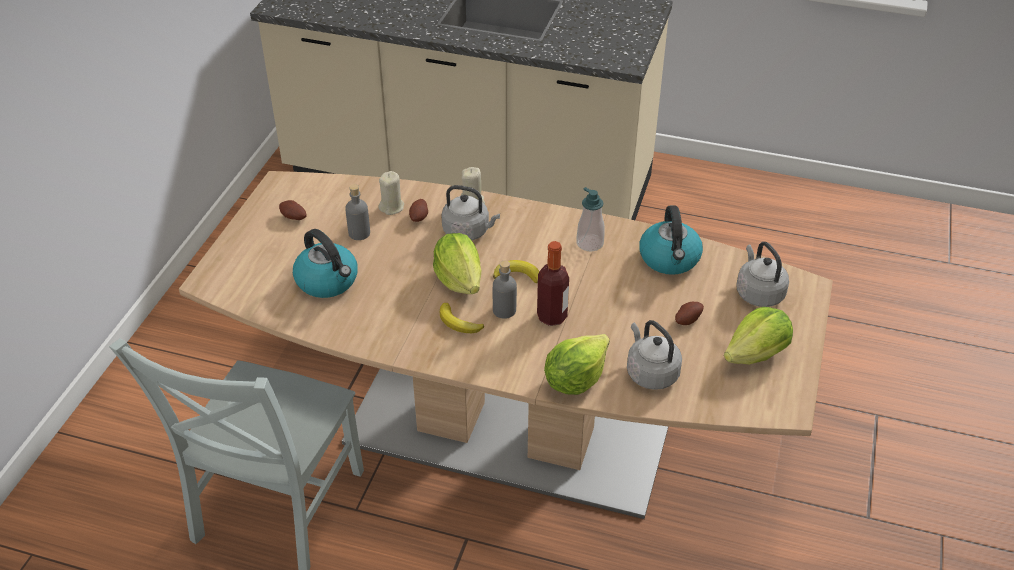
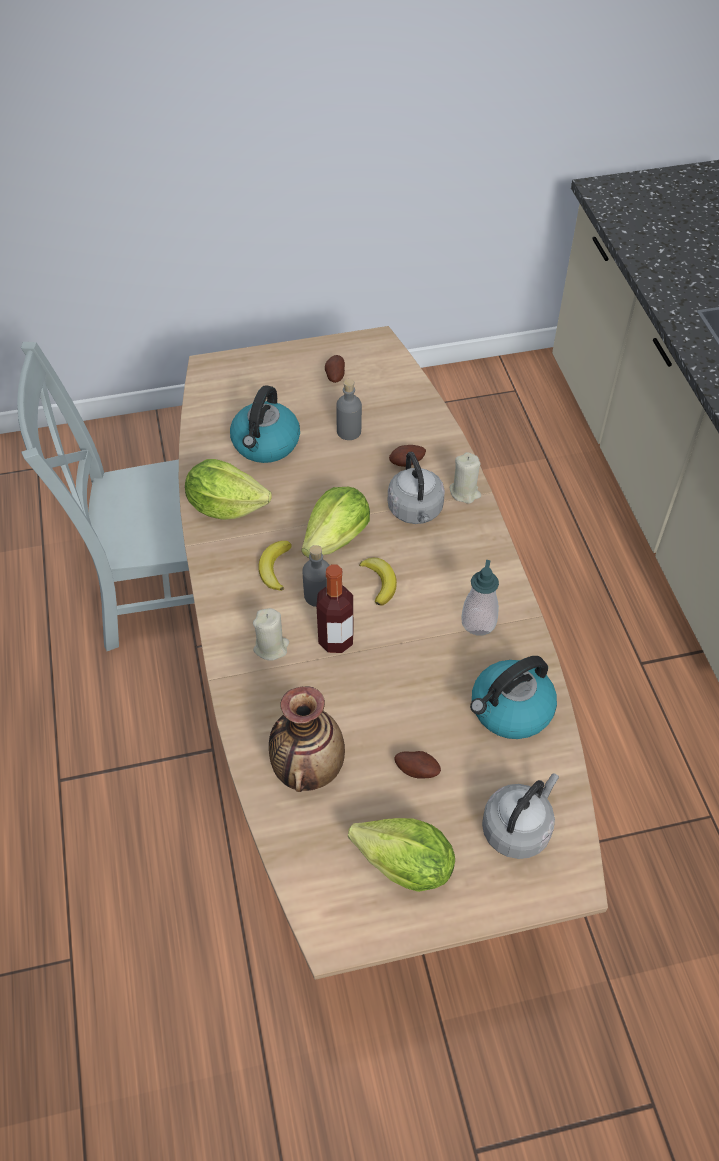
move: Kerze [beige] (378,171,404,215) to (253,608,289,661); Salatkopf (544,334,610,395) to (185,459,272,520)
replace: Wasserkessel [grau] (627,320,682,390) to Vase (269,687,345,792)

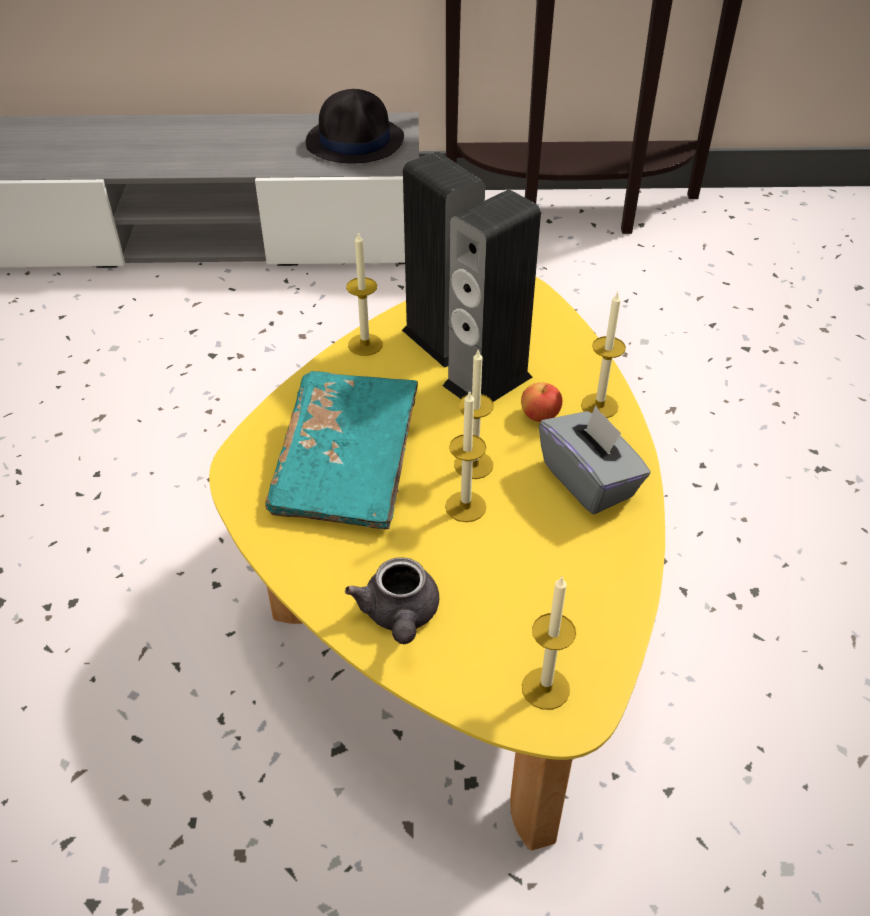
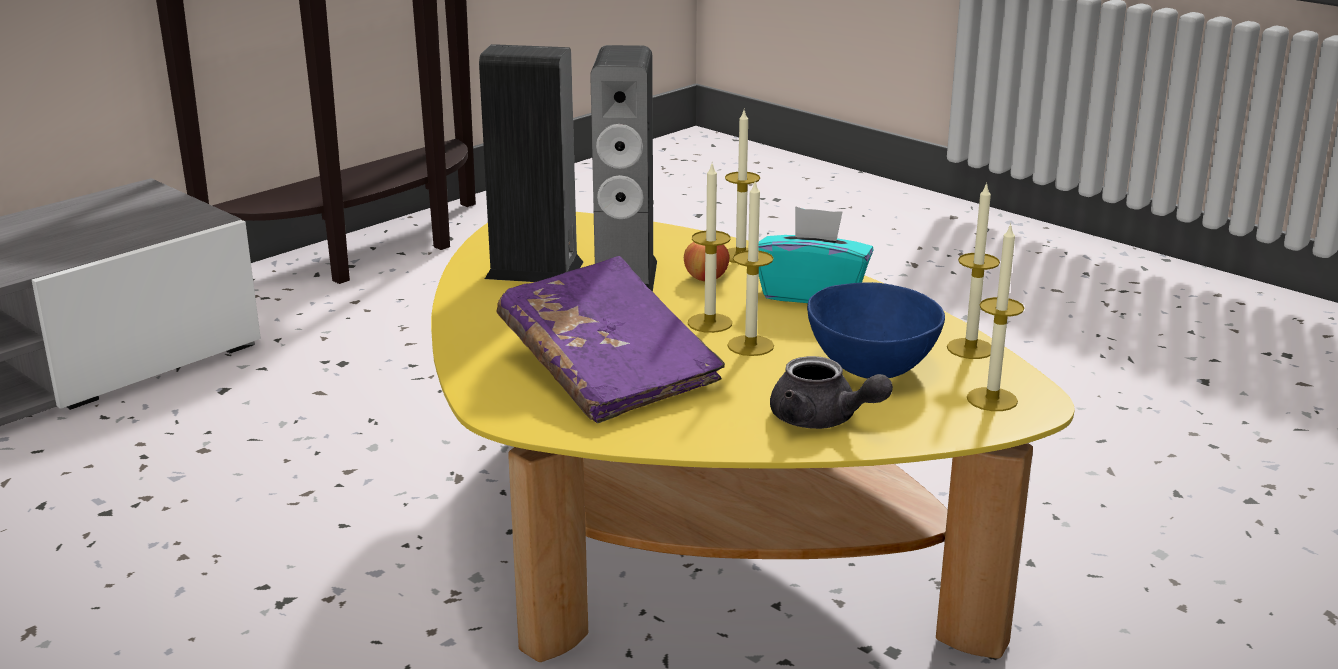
delete: Hut [schwarz] (306,89,404,163)
insert: Schüssel [blau] (807,282,945,378)
move: Kerze (346,232,383,356) to (947,182,1000,359)
recolor: Buch [türkis] (265,371,418,529) to Buch [lila] (496,256,725,424); Taschentuchbox [grau] (539,405,651,514) to Taschentuchbox [türkis] (758,206,874,303)

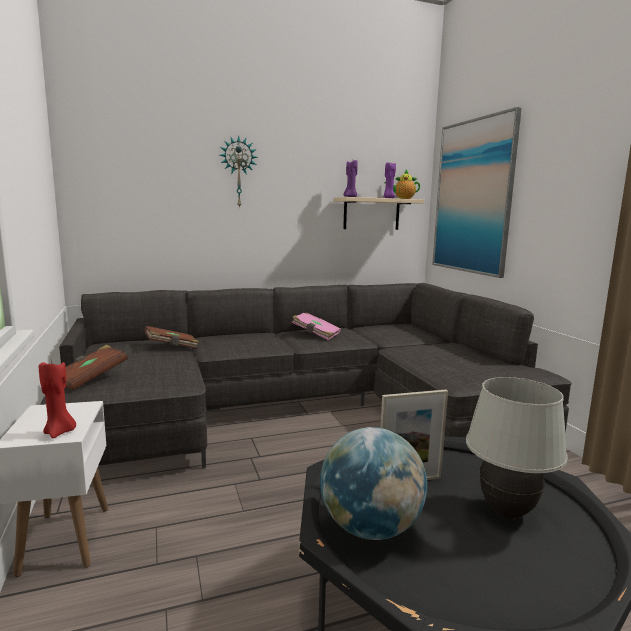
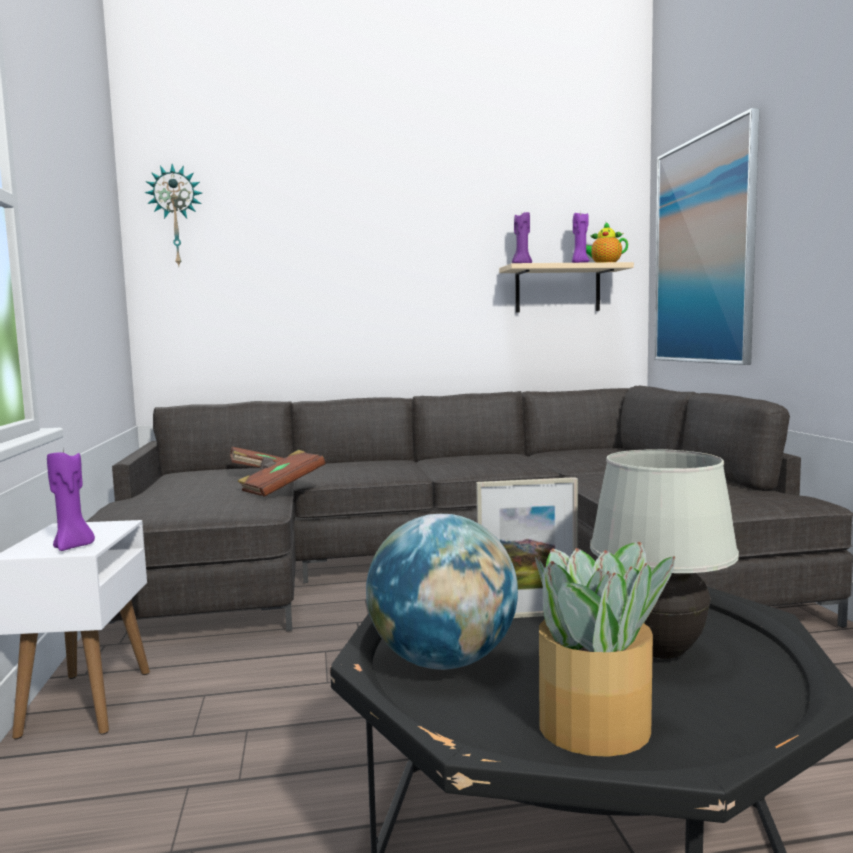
delete: Buch [rosa] (291,312,341,340)
insert: Topfpflanze (535,542,675,757)
move: Buch [braun] (66,345,128,390) to (238,450,326,497); Wanduhr (220,136,258,209) to (144,164,202,266)
recolor: Kerze [rot] (39,359,76,438) to Kerze [lila] (47,450,95,551)

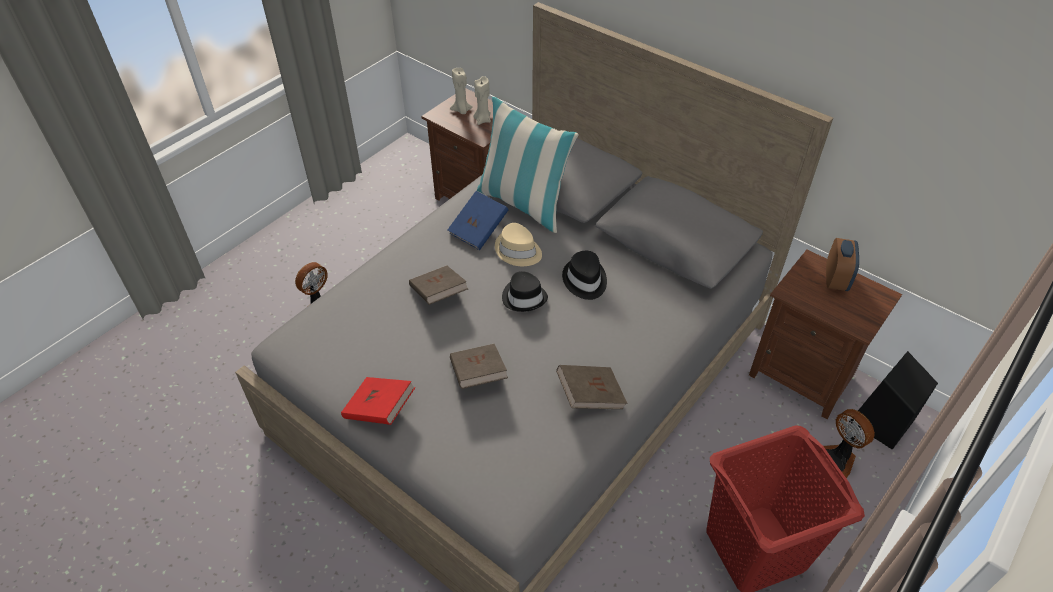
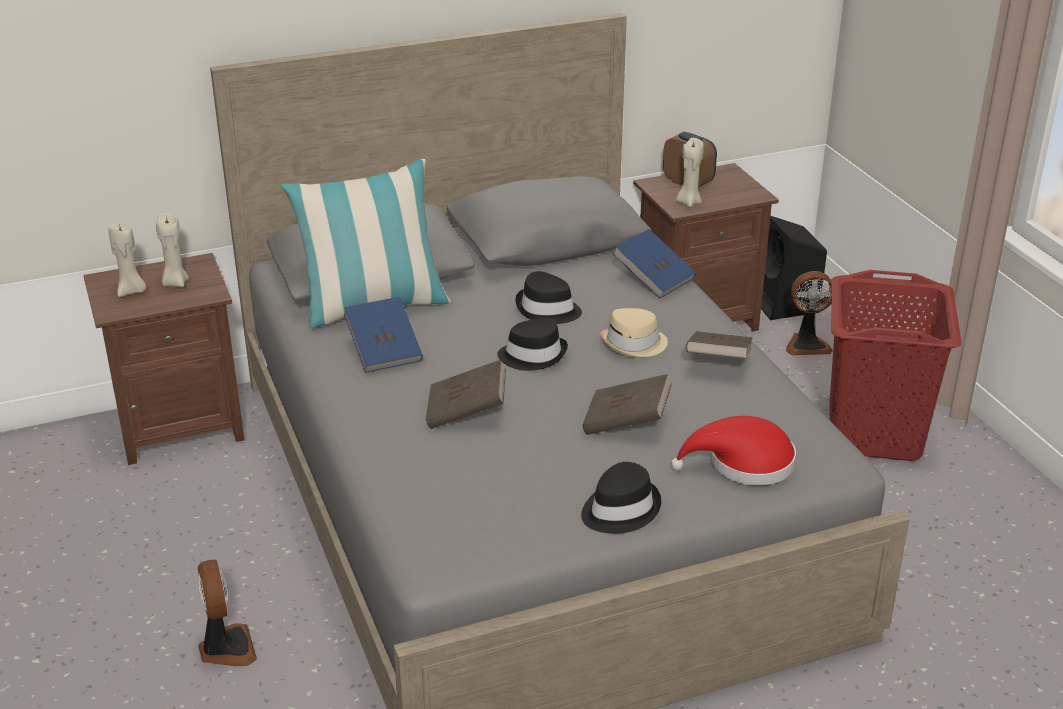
insert: Buch [blau] (612,229,696,299); Hut [rot] (671,416,796,485); Kerze [beige] (676,138,704,207)
move: Hut [beige] (495,223,542,266) to (601,308,668,358)
replace: Buch [rot] (341,377,416,425) to Hut [schwarz] (581,462,661,534)

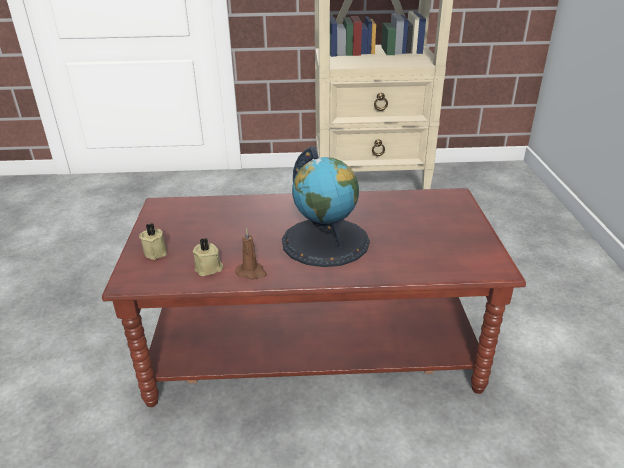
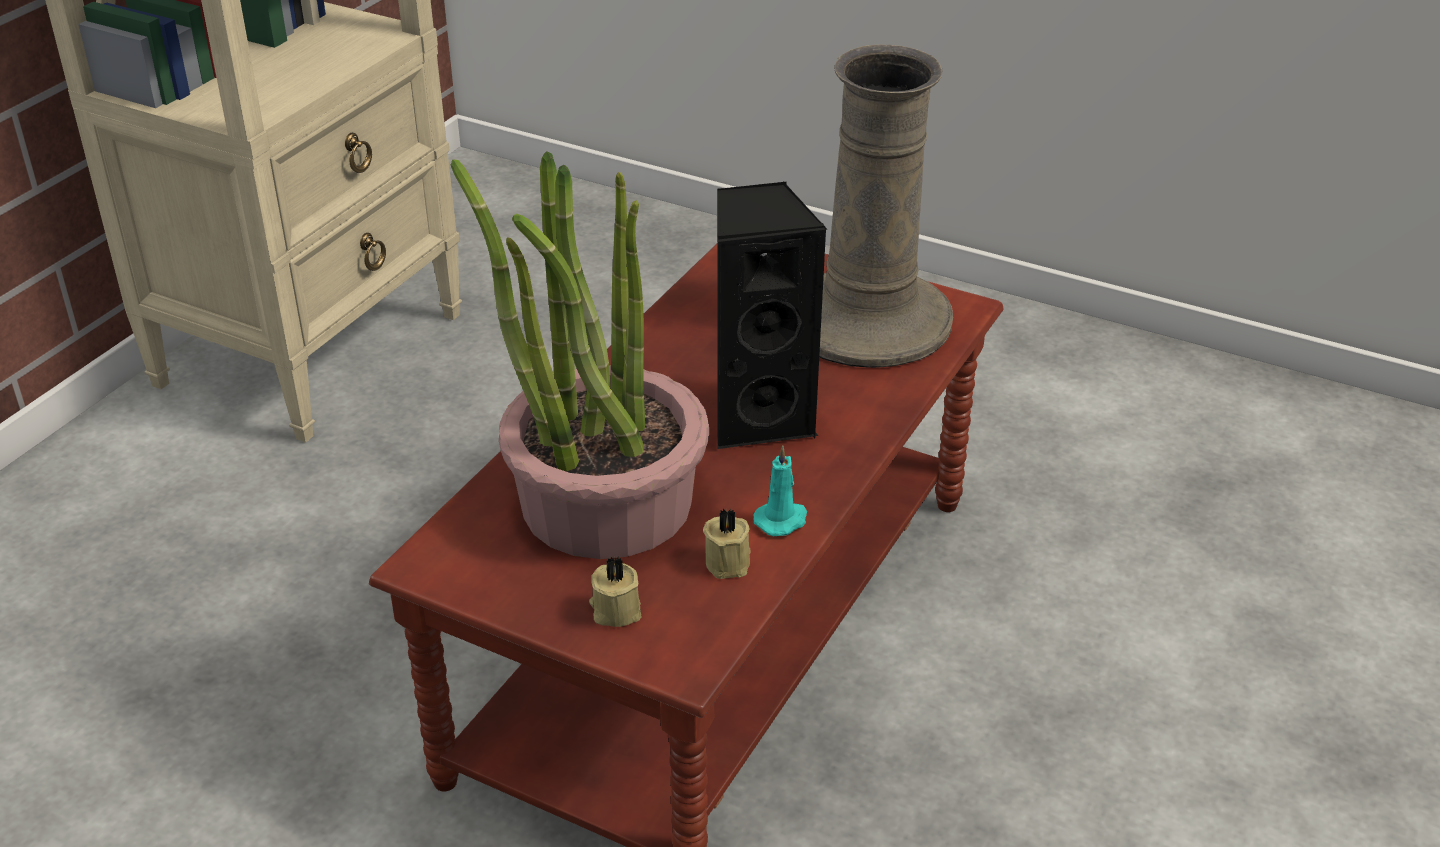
insert: Topfpflanze (450,151,709,559); Vase [beige] (819,44,953,368)
replace: Globus (282,146,370,267) to Lautsprecher [schwarz] (717,182,827,449)
recolor: Kerze [braun] (236,228,267,280) to Kerze [türkis] (753,445,807,536)

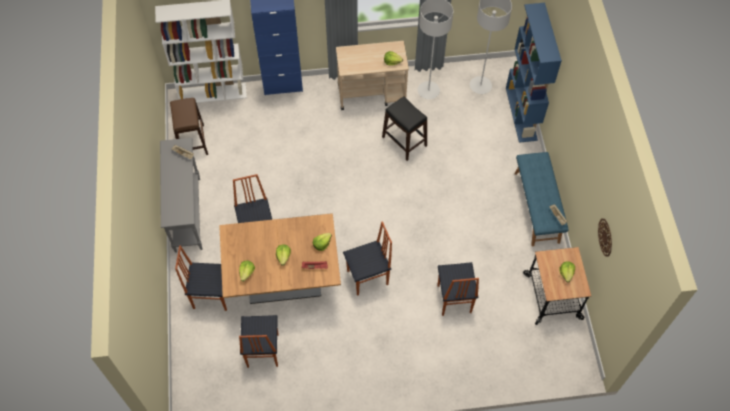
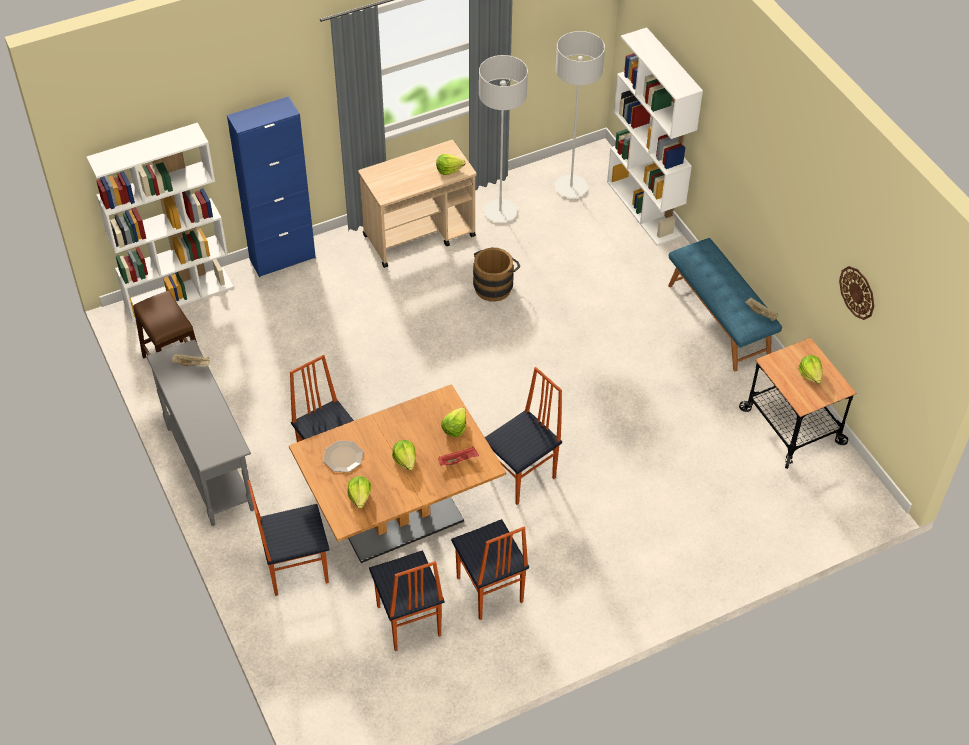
insert: Teller (323,441,363,472)
move: Stuhl (437,262,479,316) to (451,519,529,620)
replace: Hocker [schwarz] (382,96,427,161) to Eimer [braun] (473,248,520,302)
recolor: Bücherregal [blau] (506,3,562,143) to Bücherregal [weiß] (607,27,703,245)

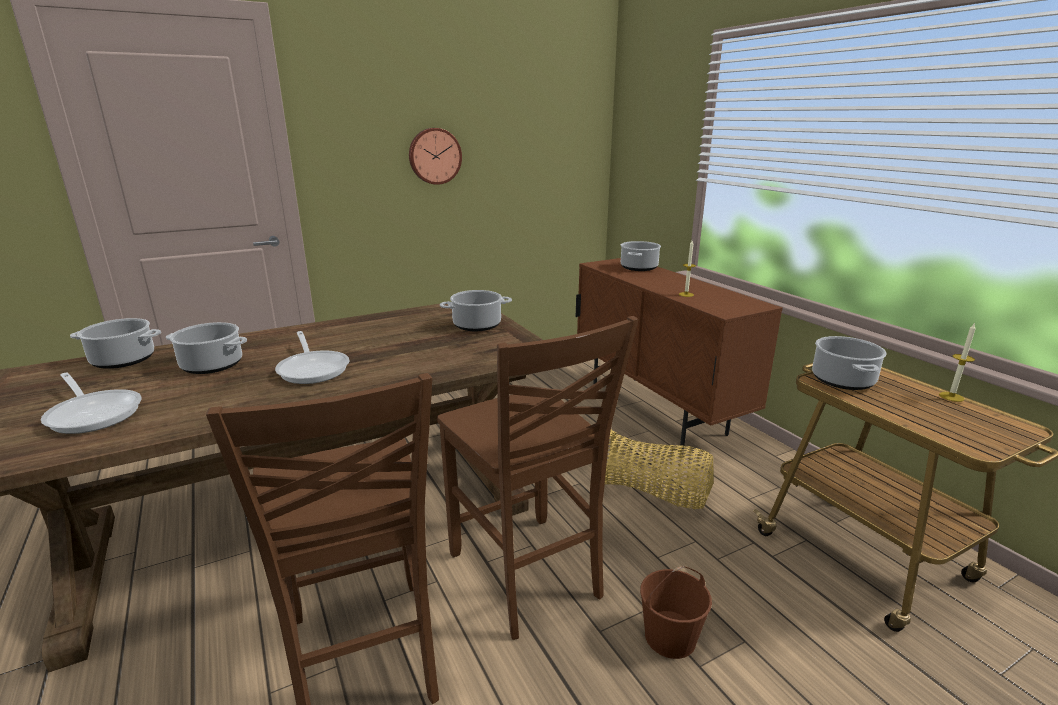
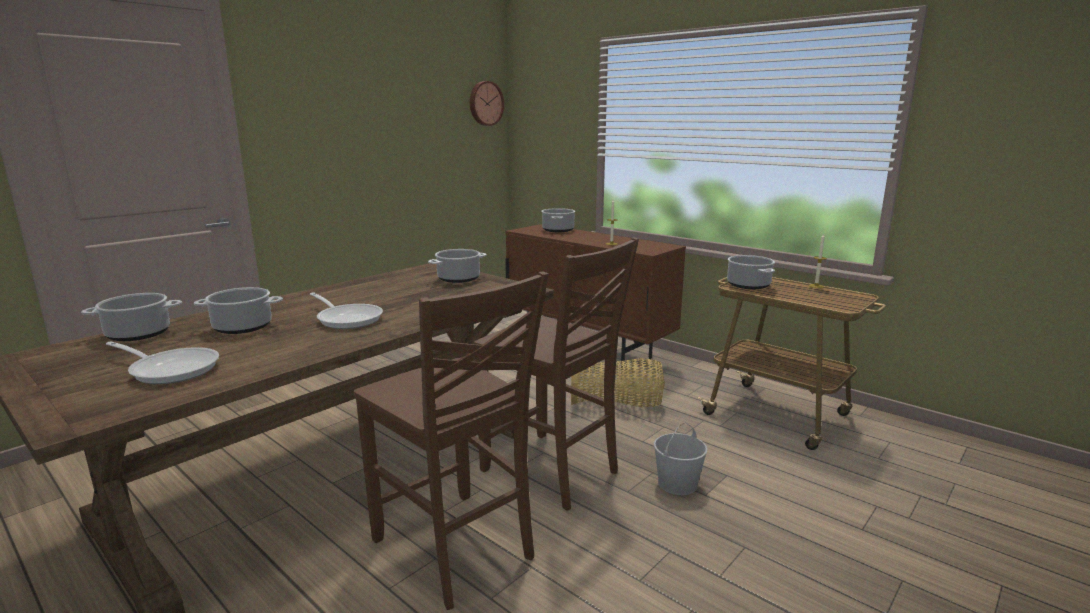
move: Wanduhr (409,128,462,185) to (470,81,504,126)
recolor: Eimer [braun] (640,566,712,659) to Eimer [weiß] (654,422,708,495)

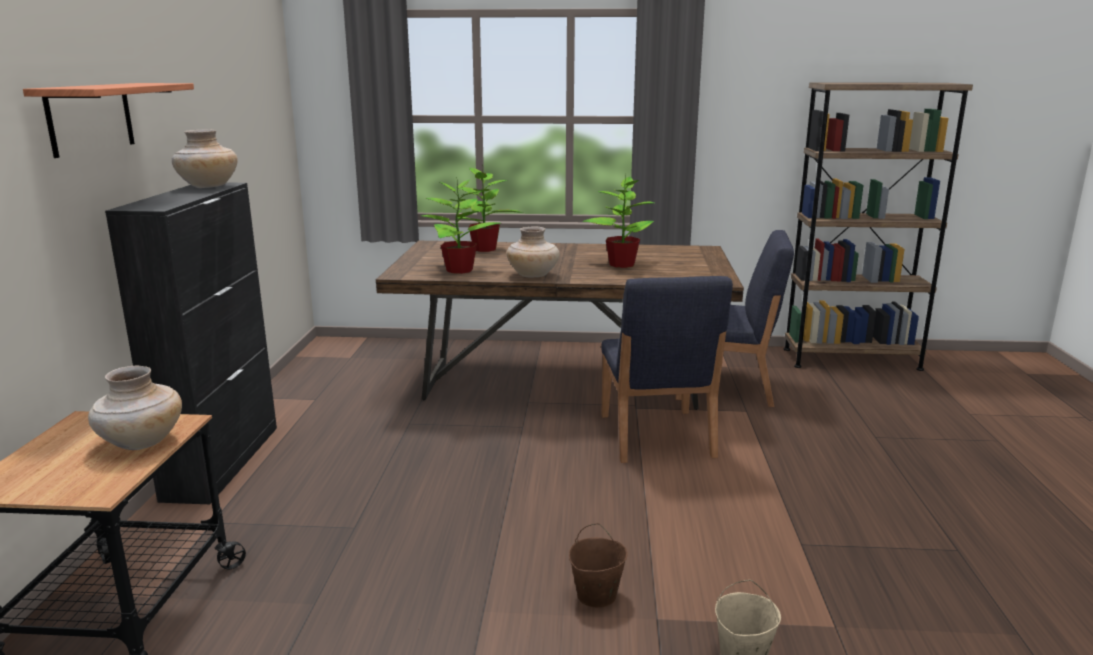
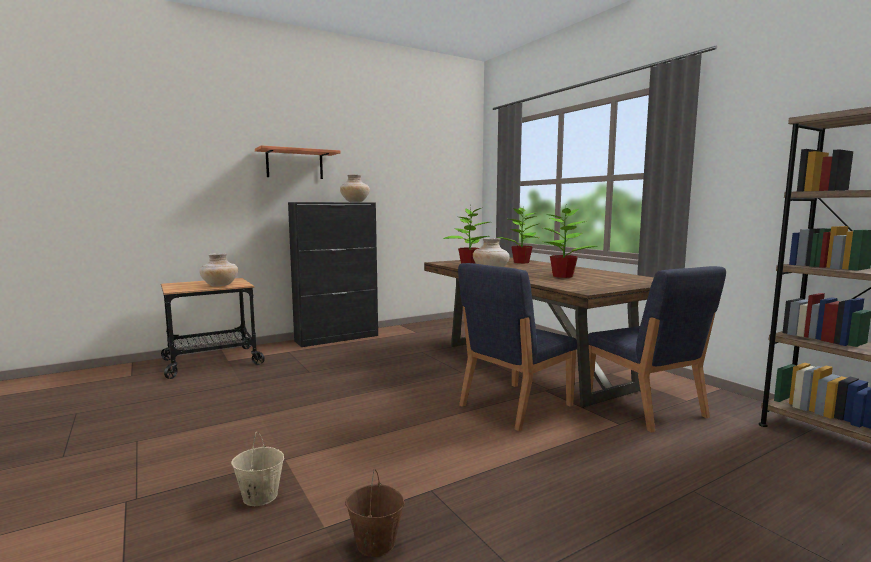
move: Eimer [braun] (569,523,628,608) to (345,469,405,557)

